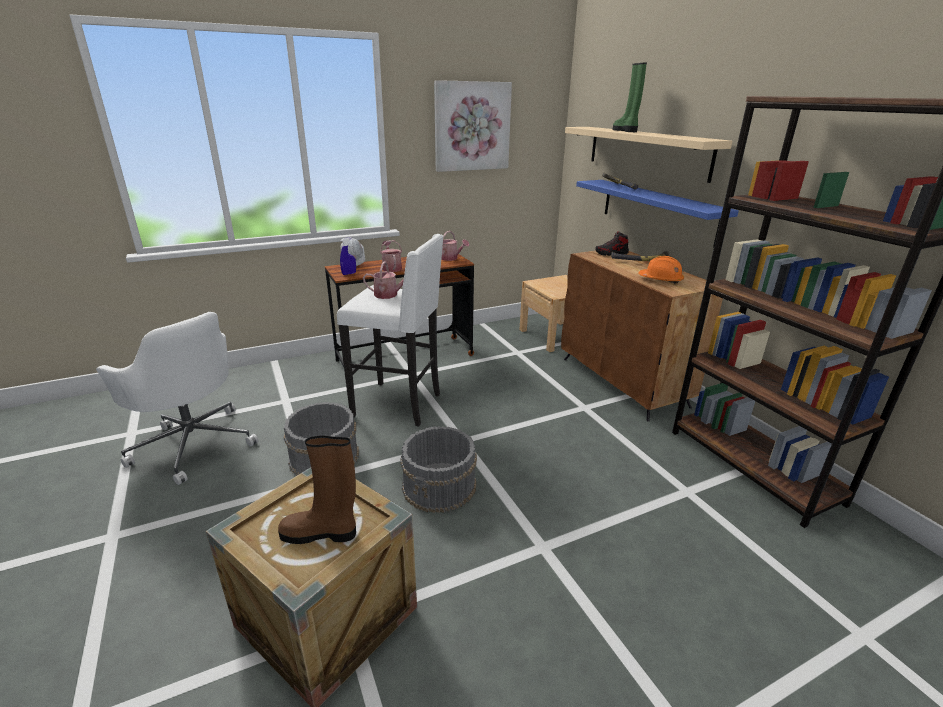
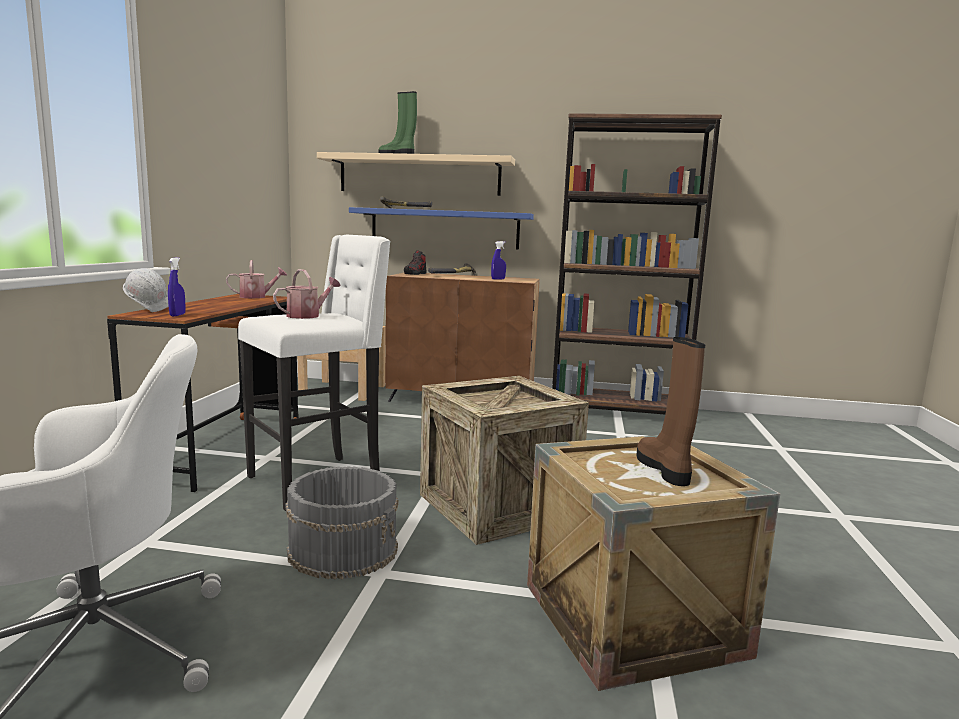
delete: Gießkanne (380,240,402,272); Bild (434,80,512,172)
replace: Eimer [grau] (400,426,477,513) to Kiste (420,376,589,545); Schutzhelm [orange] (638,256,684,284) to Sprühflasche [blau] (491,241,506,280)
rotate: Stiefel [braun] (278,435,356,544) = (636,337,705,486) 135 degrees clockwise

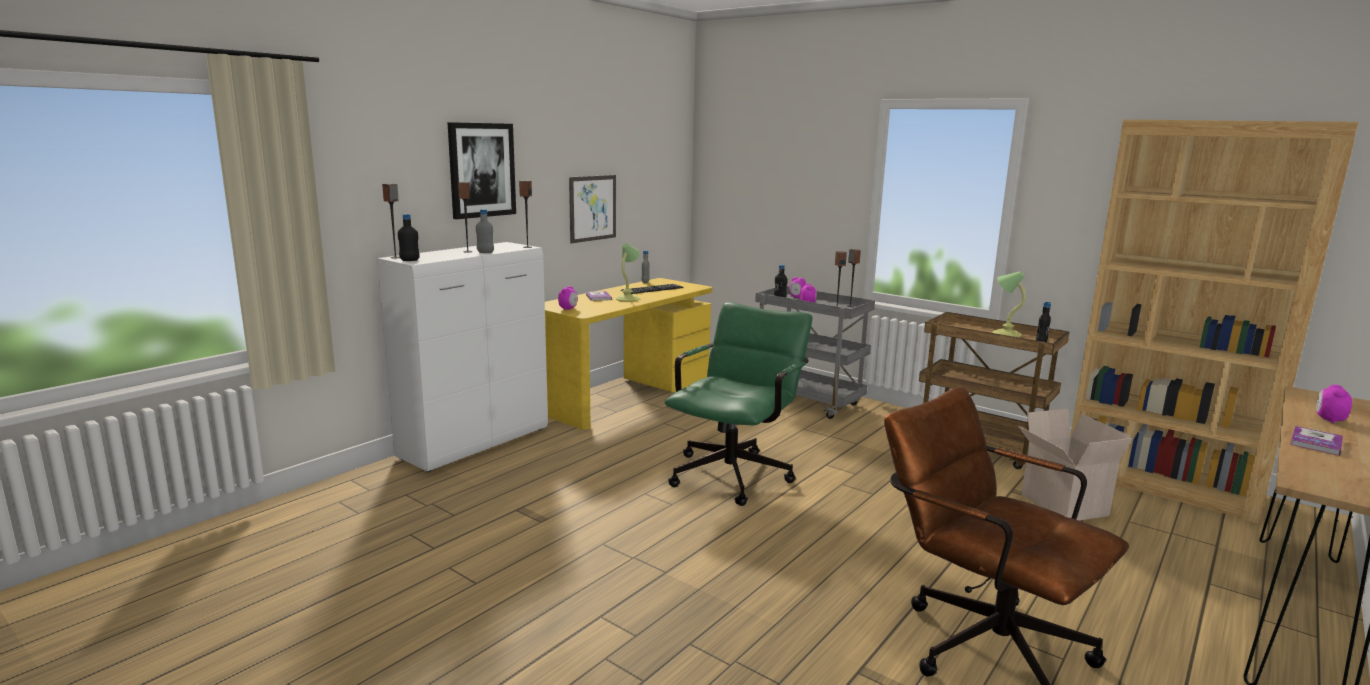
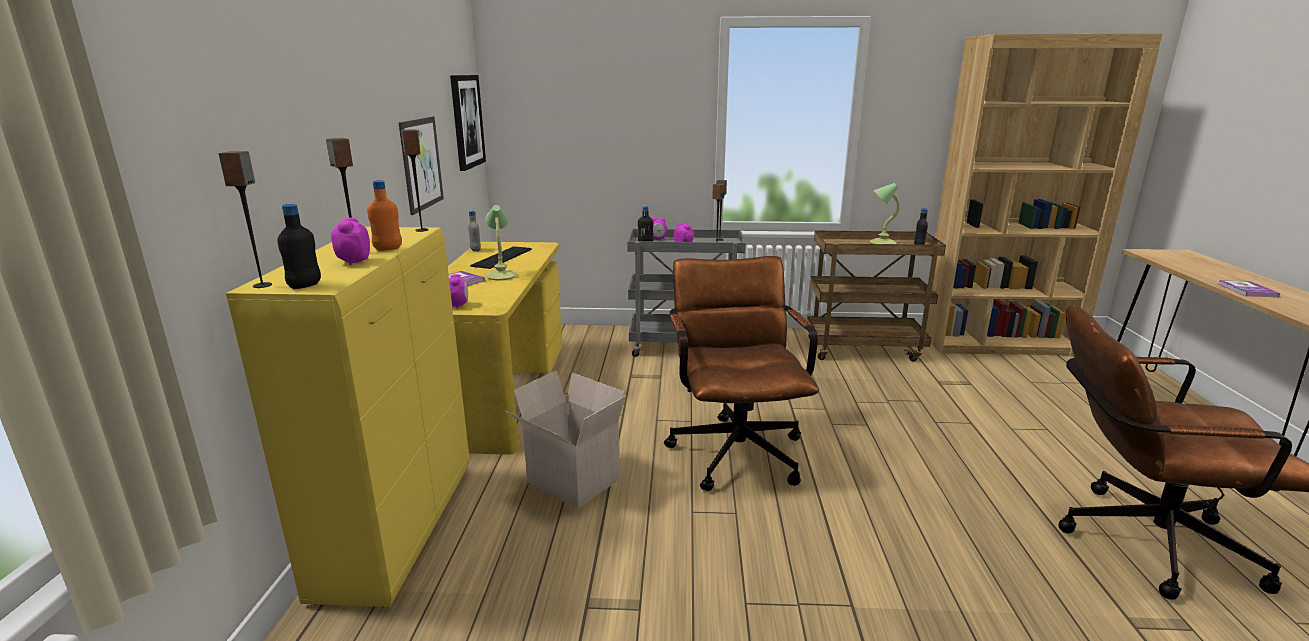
move: Bild (447,122,516,219) to (450,75,486,171); Karton (1018,409,1132,521) to (505,370,626,509); Wecker (1316,385,1352,423) to (331,218,370,265)
recolor: Schrank [weiß] (377,242,548,472) to Schrank [gelb] (226,227,469,607); Flasche [grau] (476,209,494,253) to Flasche [orange] (367,180,402,251); Bürostuhl [grün] (664,302,812,506) to Bürostuhl [braun] (664,256,819,491)

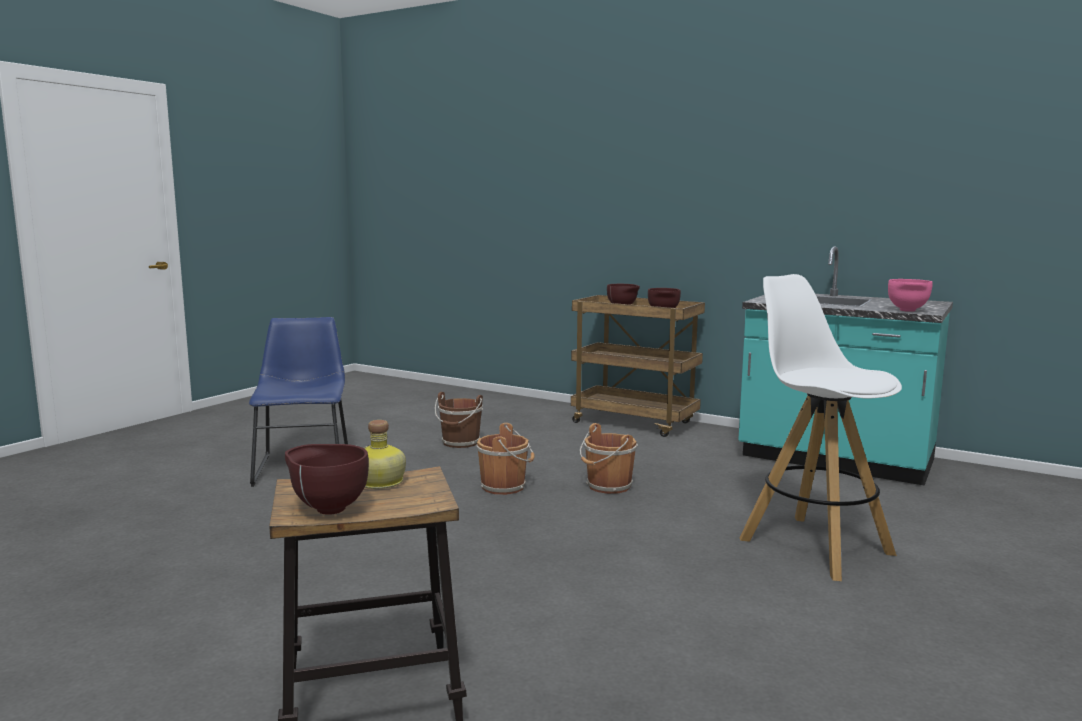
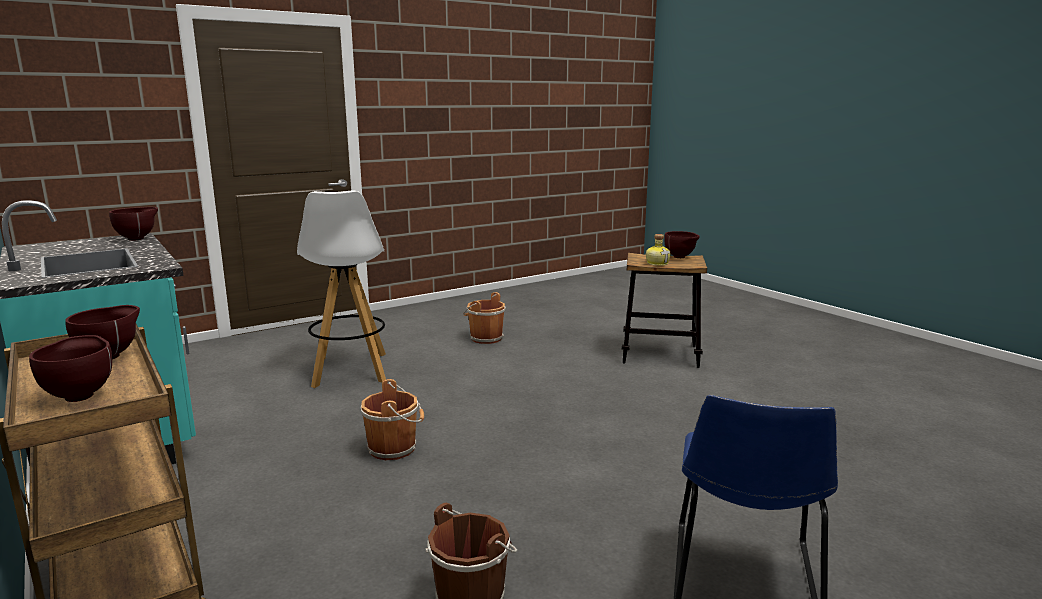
move: Eimer [braun] (477,423,535,495) to (463,292,506,344)
recolor: Schüssel [rosa] (888,279,933,312) to Schüssel [braun] (109,207,158,241)

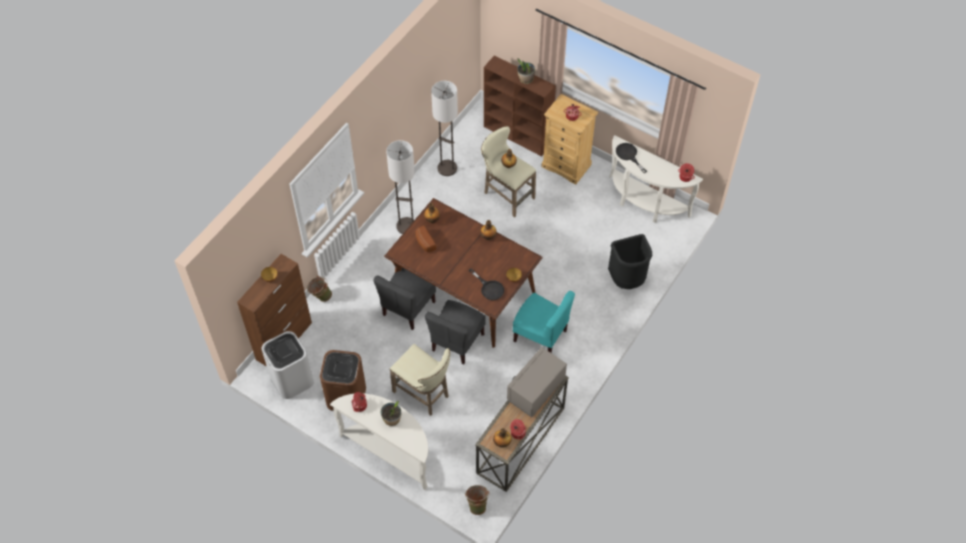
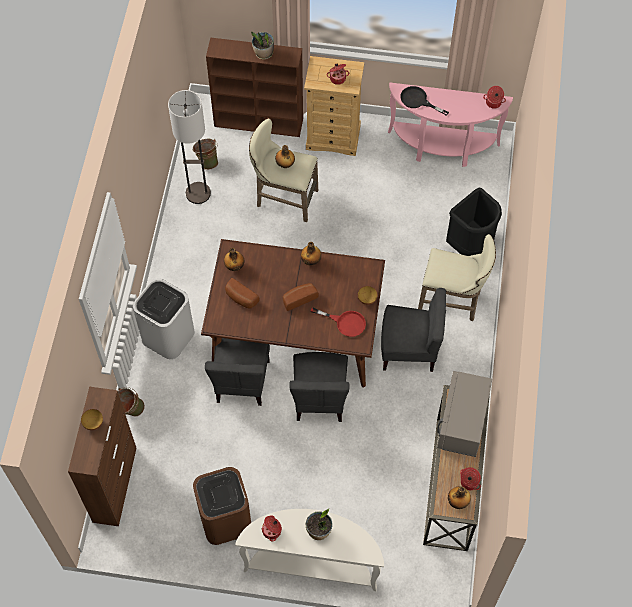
delete: Stehlampe (386,140,415,234)
insert: Brot (283,283,319,311)
move: Mülleimer [weiß] (262,331,314,399) to (133,278,195,359); Hocker [beige] (390,344,450,416) to (418,234,496,321); Eimer [grün] (465,485,489,515) to (193,139,218,170)
recolor: Pfanne [schwarz] (469,268,504,300) to Pfanne [rot] (311,307,366,337); Stuhl [türkis] (513,291,575,353) to Stuhl [grau] (381,288,446,372); Konsolentisch [weiß] (609,135,703,223) to Konsolentisch [rosa] (388,82,513,167)

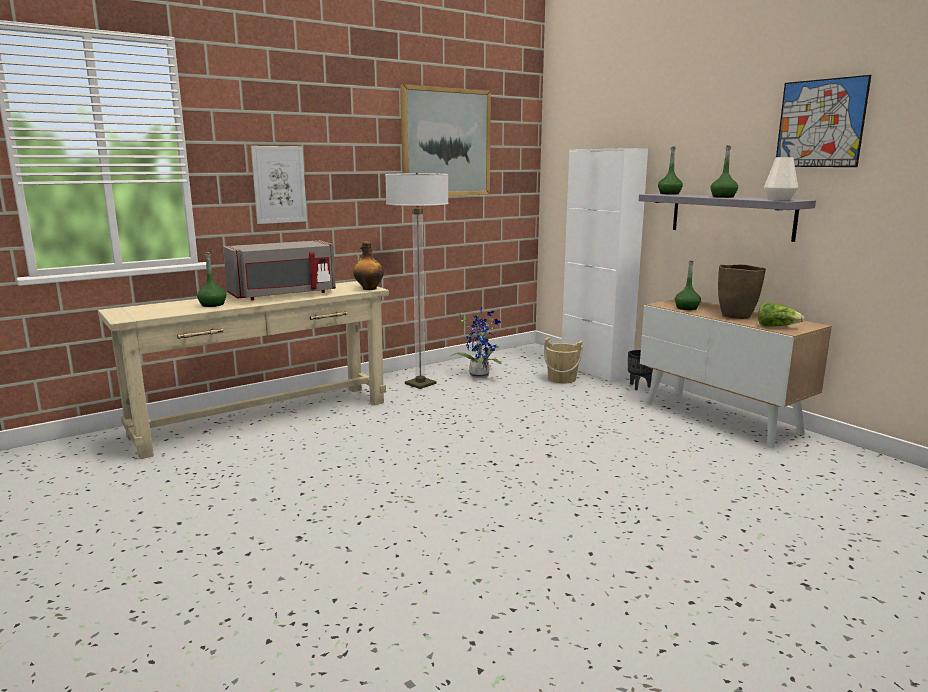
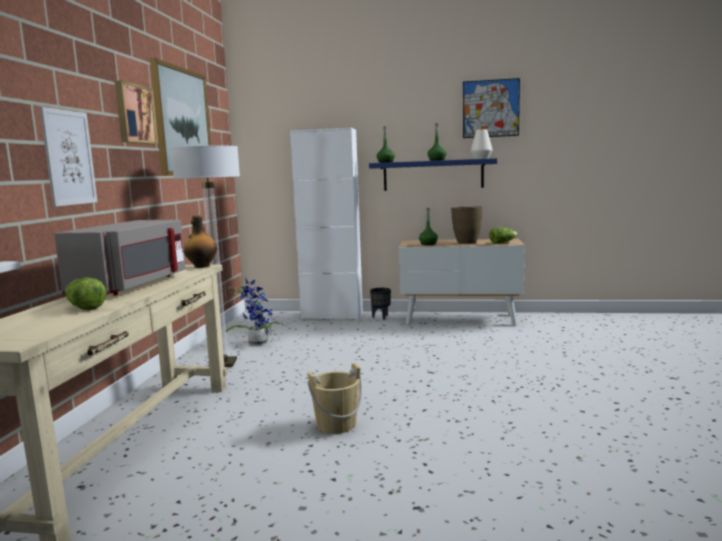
insert: Bild (115,80,158,144)
move: Eimer [beige] (544,337,583,383) to (307,363,362,434)
replace: Flasche [grün] (197,252,226,307) to Salatkopf (65,277,107,310)
recolor: Wandregal [grau] (639,194,816,242) to Wandregal [blau] (369,158,497,191)

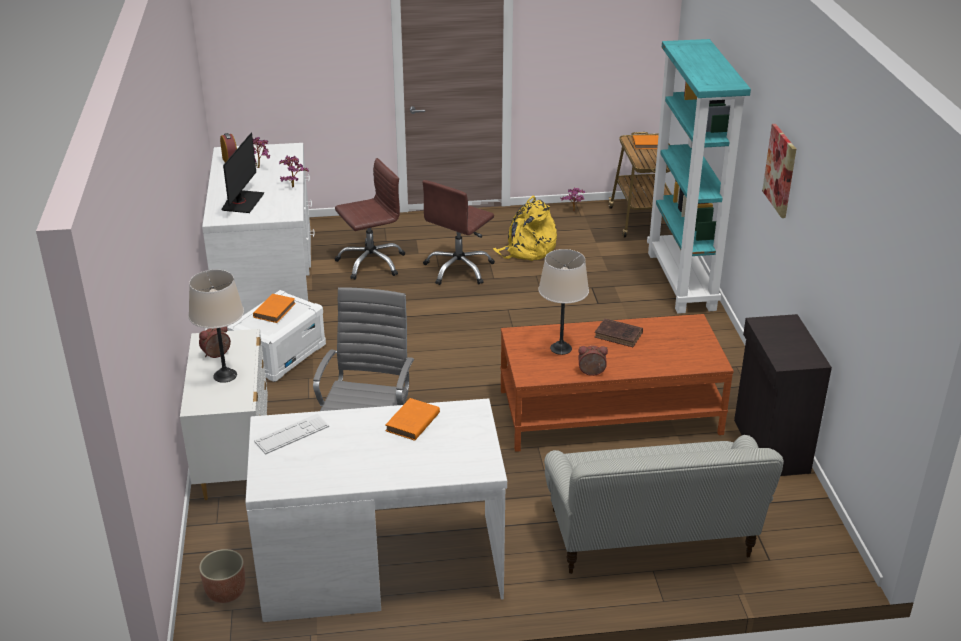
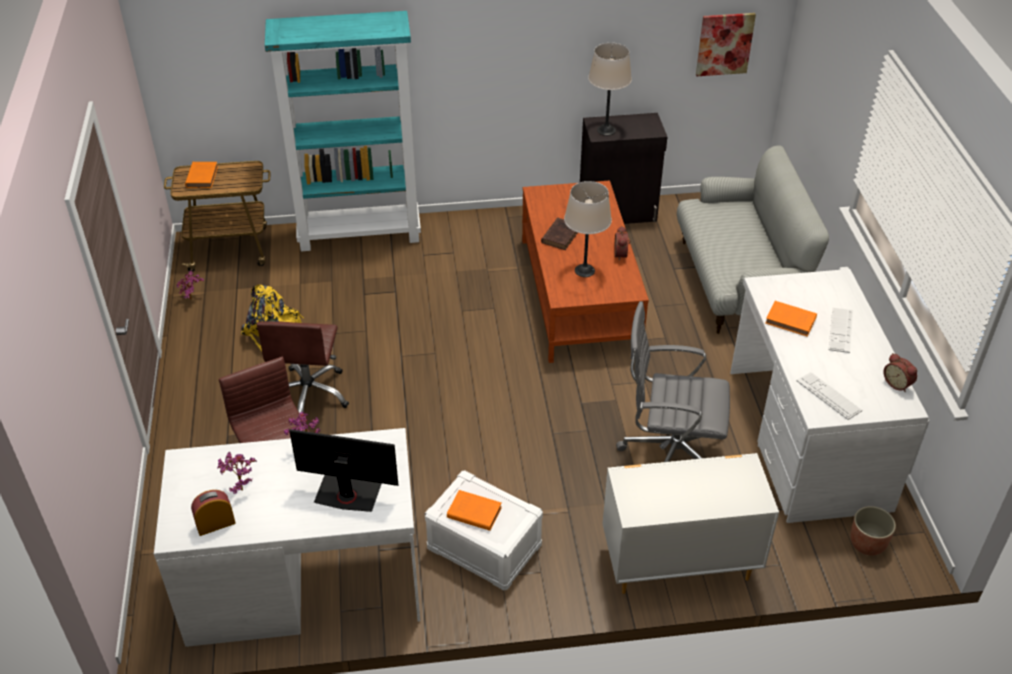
insert: Tastatur (829,308,853,353)
move: Tischlampe [beige] (189,269,244,383) to (588,43,632,136); Wecker (199,326,231,358) to (883,353,917,392); Bild (762,124,796,218) to (696,13,756,76)
rotate: Bürostuhl [braun] (422,180,495,285) = (256,321,349,413) 60 degrees clockwise

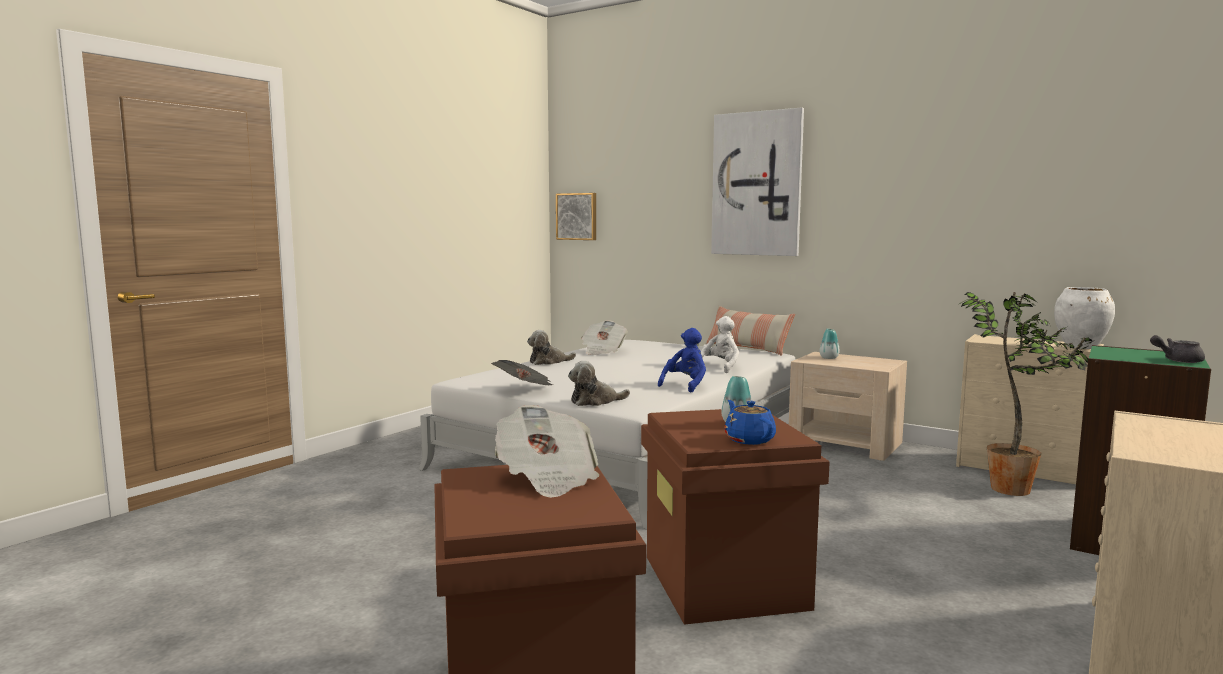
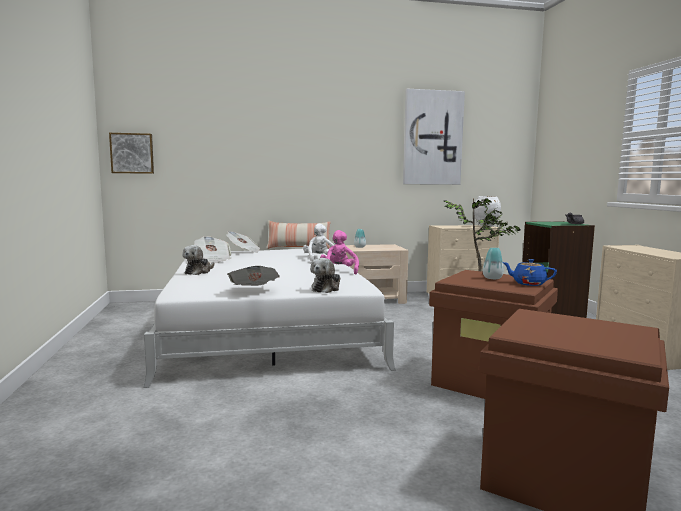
move: Zeitung (494,405,599,498) to (227,231,261,253); Bild (711,108,804,256) to (403,89,465,185)
recolor: Plüschtier [blau] (658,328,706,393) to Plüschtier [rosa] (320,230,359,274)

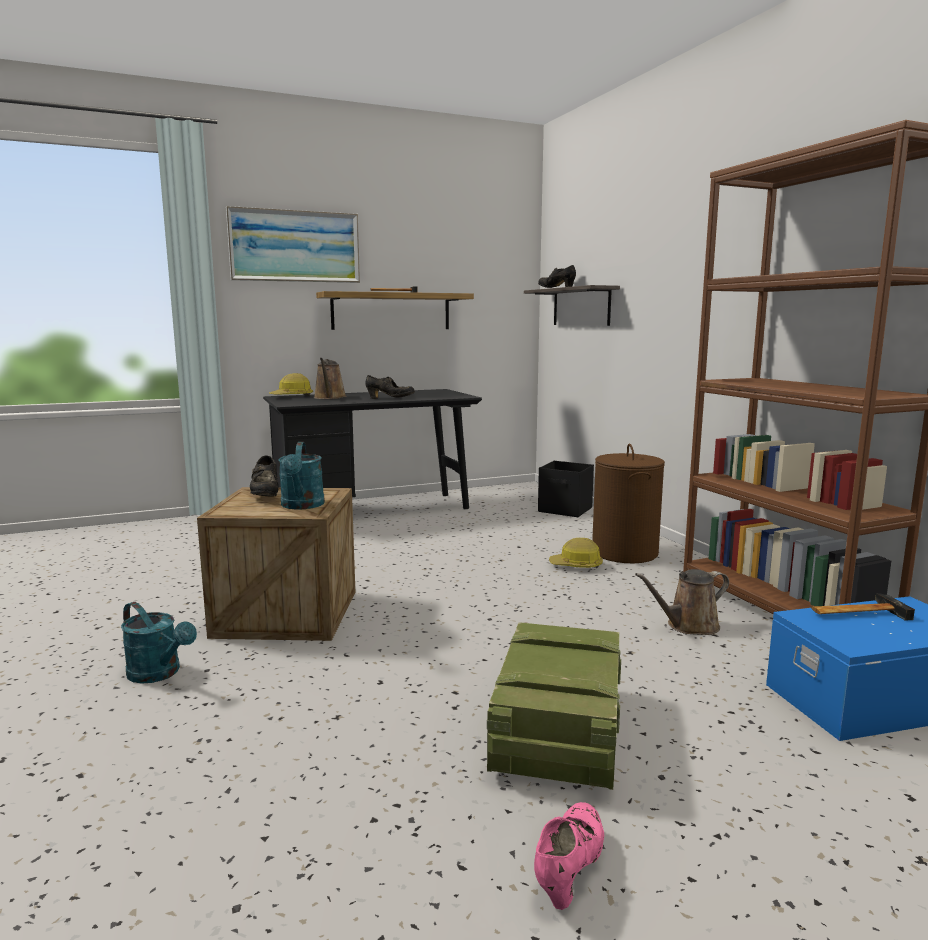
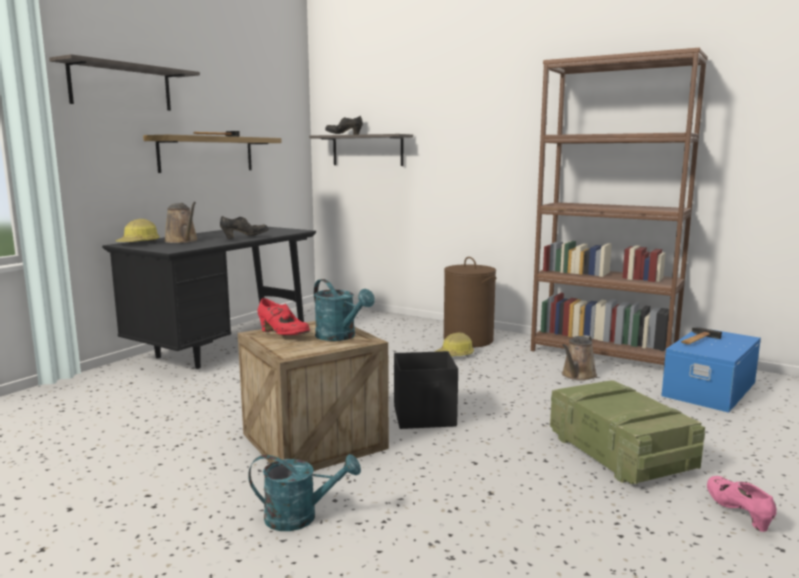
move: Aufbewahrungsbox [schwarz] (538,461,594,517) to (394,351,458,429)
replace: Bild (226,206,360,283) to Wandregal (49,54,200,111)
recolor: Schuh [schwarz] (250,455,278,497) to Schuh [rot] (258,298,310,335)

